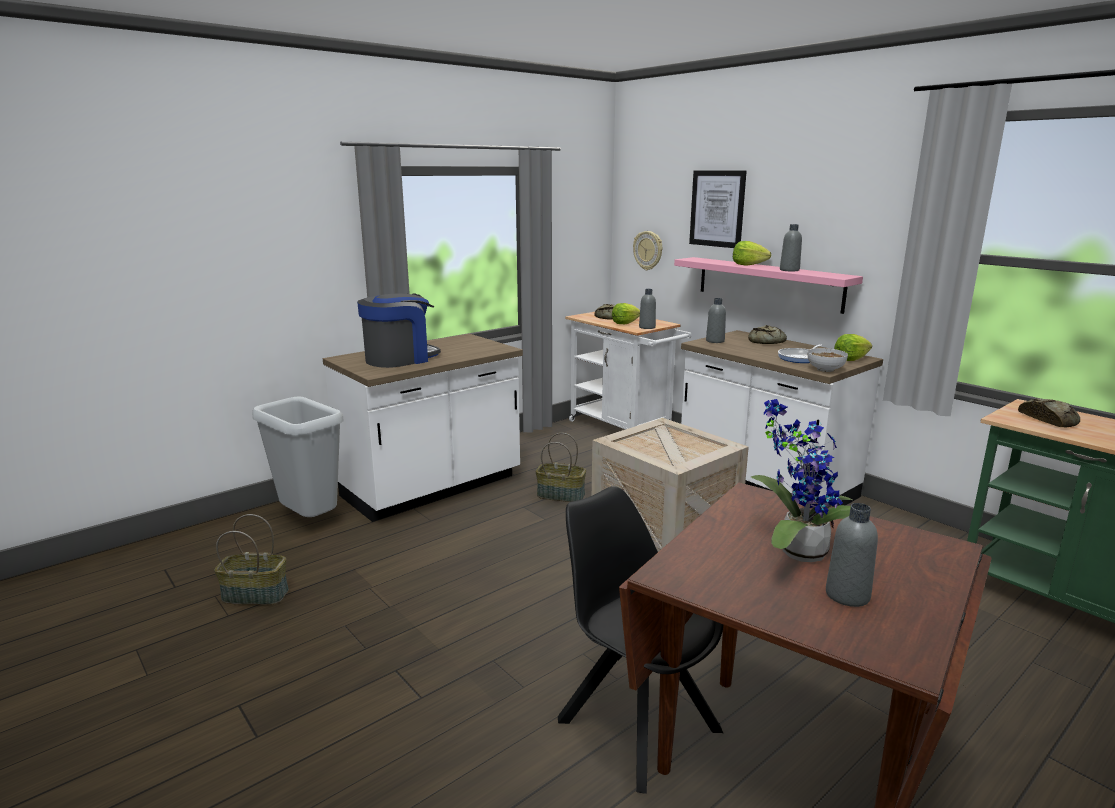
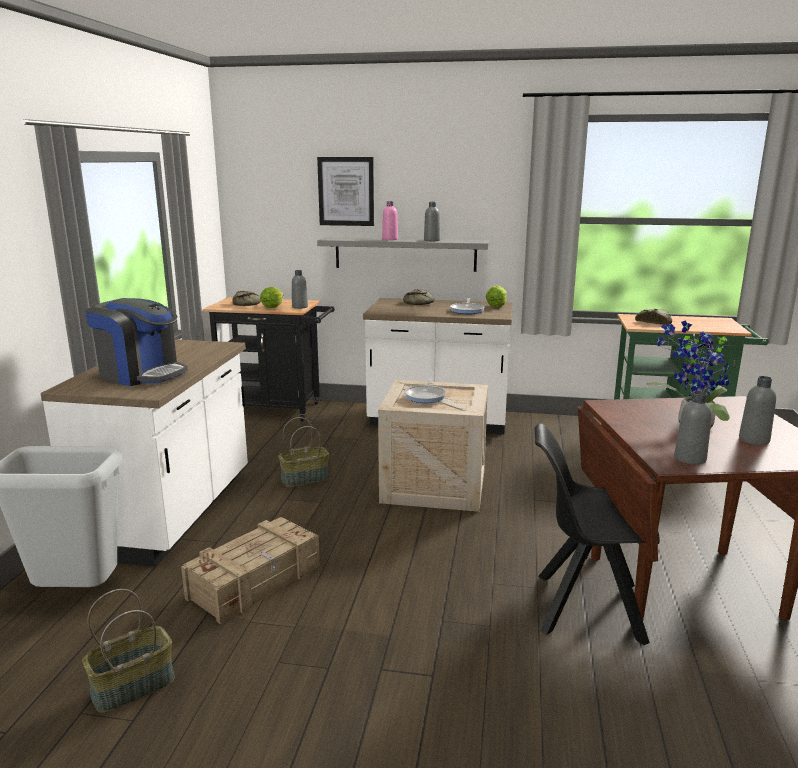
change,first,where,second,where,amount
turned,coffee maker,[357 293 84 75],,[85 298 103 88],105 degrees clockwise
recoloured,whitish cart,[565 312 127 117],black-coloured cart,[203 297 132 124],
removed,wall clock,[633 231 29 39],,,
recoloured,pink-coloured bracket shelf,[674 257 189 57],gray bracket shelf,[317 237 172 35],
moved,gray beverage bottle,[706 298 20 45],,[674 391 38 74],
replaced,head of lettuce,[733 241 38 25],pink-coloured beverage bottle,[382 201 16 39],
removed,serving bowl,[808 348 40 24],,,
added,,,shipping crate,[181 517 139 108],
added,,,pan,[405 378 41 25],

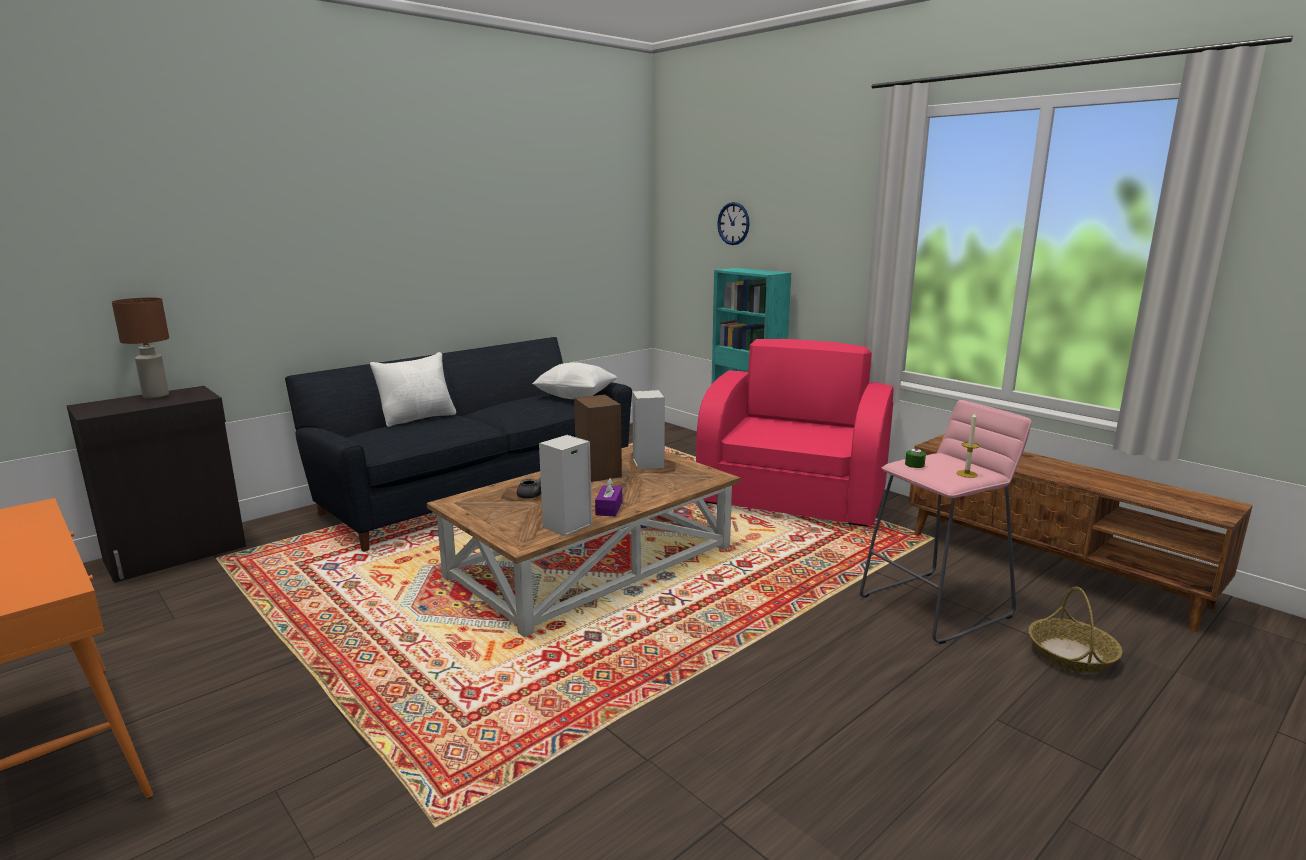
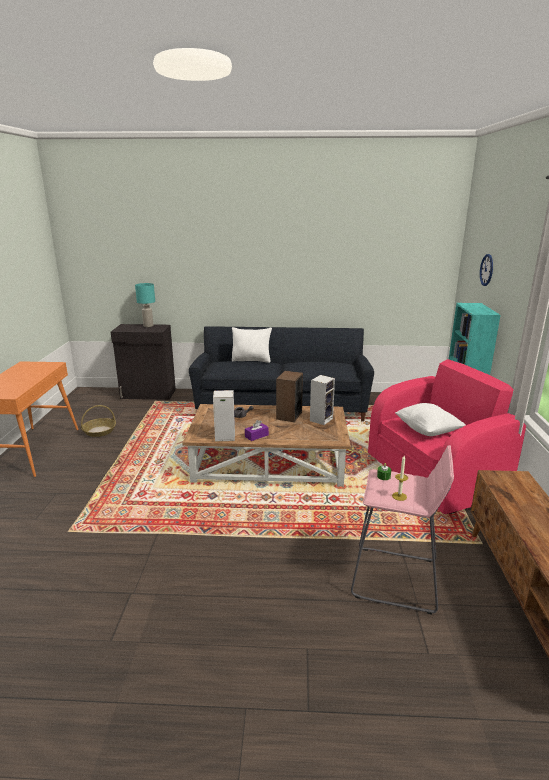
change,first,where,second,where,amount
recoloured,brown table lamp,[112 297 57 101],turquoise-coloured table lamp,[135 283 20 44],
moved,whitish throw pillow,[532 363 86 36],,[395 403 71 33],
moved,basket,[1028 587 94 86],,[81 405 35 32],

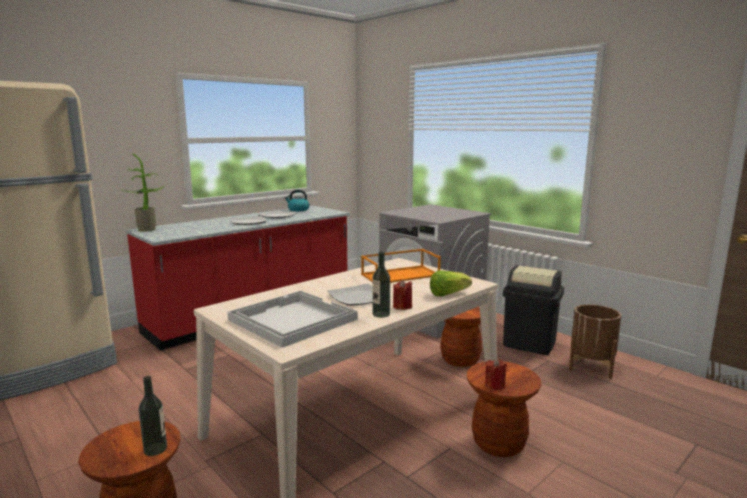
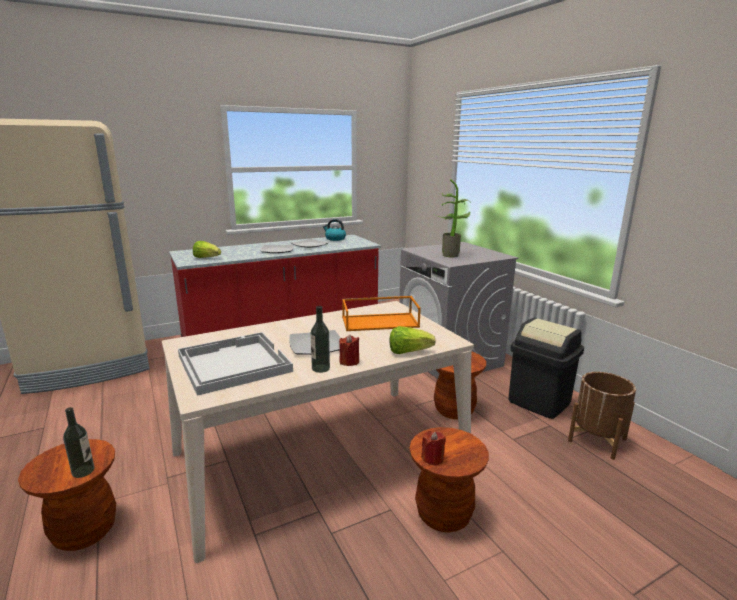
change,first,where,second,where,amount
moved,plant in a pot,[120 153 45 79],,[433 179 37 78],
added,,,head of lettuce,[193 241 28 17],

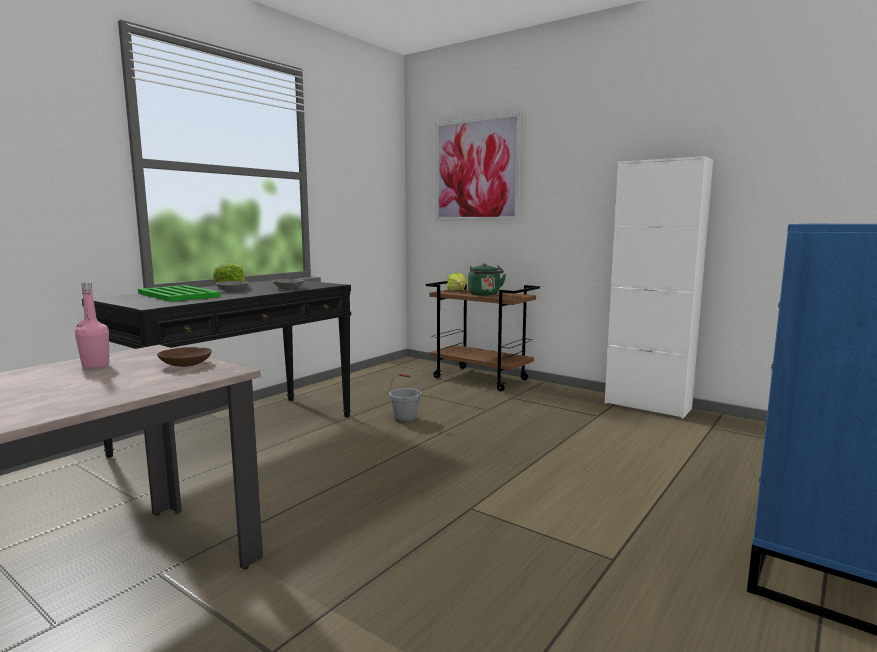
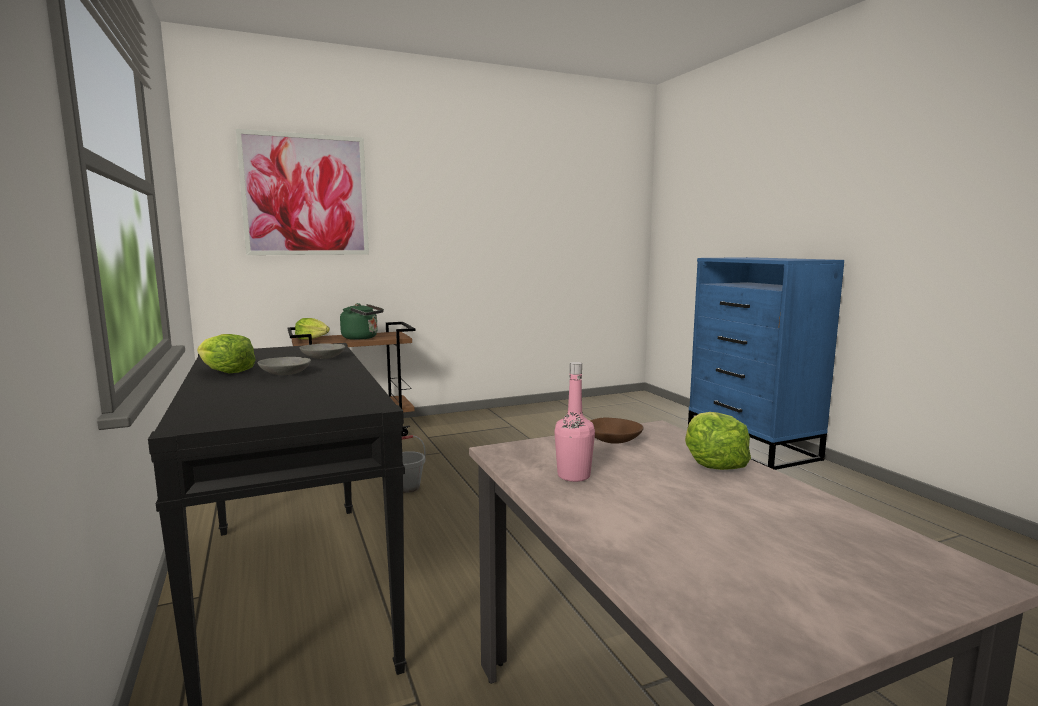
change,first,where,second,where,amount
removed,greenish serving tray,[138 285 83 17],,,
removed,whitish storage cabinet,[605 156 108 263],,,
added,,,head of lettuce,[685 412 66 58],

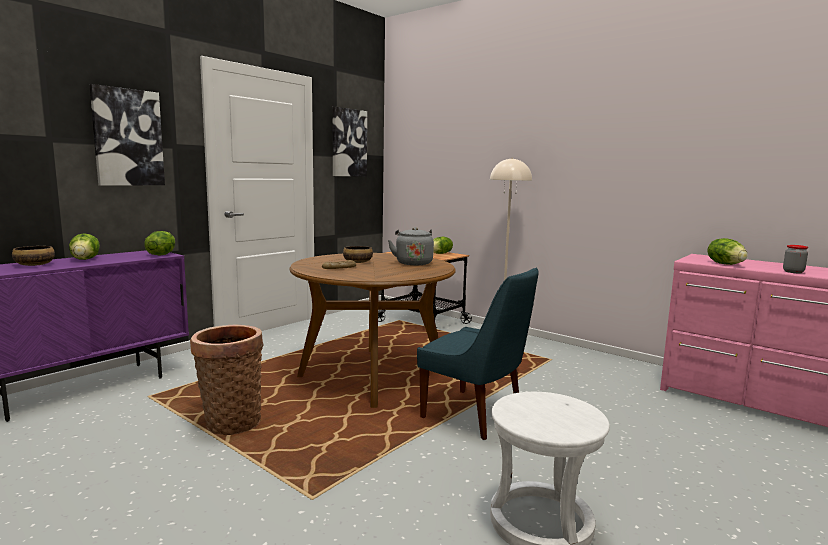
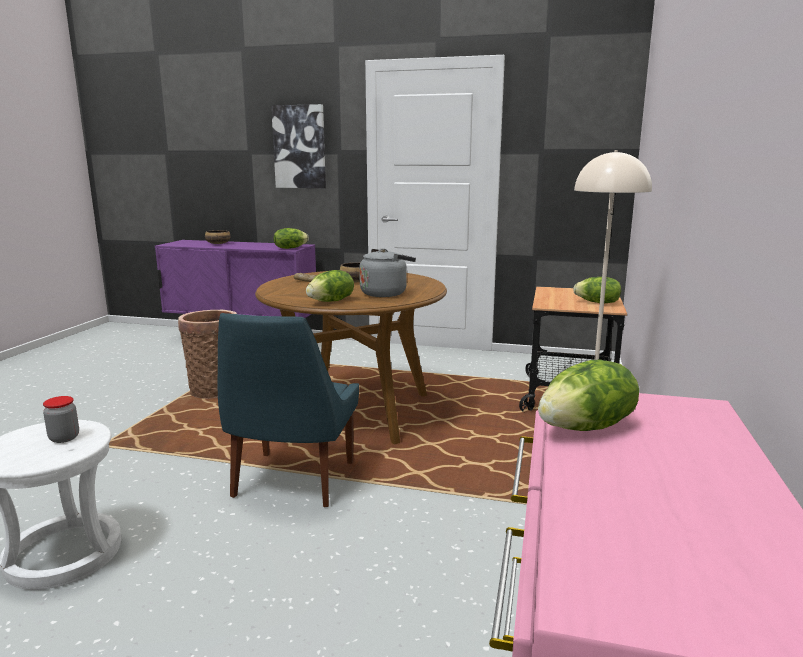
change,first,where,second,where,amount
moved,head of lettuce,[69 233 31 27],,[306 270 48 32],
removed,wall picture,[332 107 35 70],,,
moved,storage jar,[783 245 25 28],,[43 396 36 47],

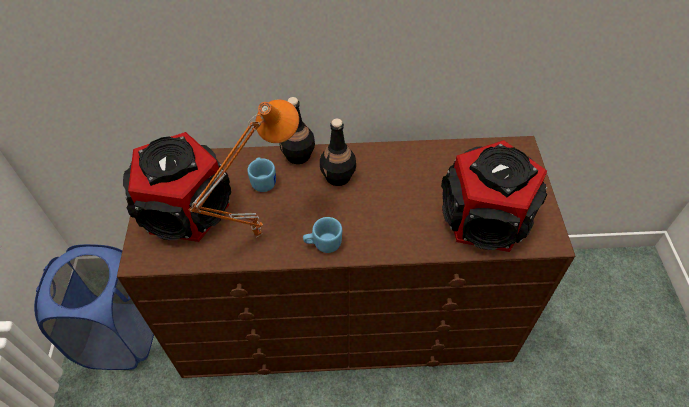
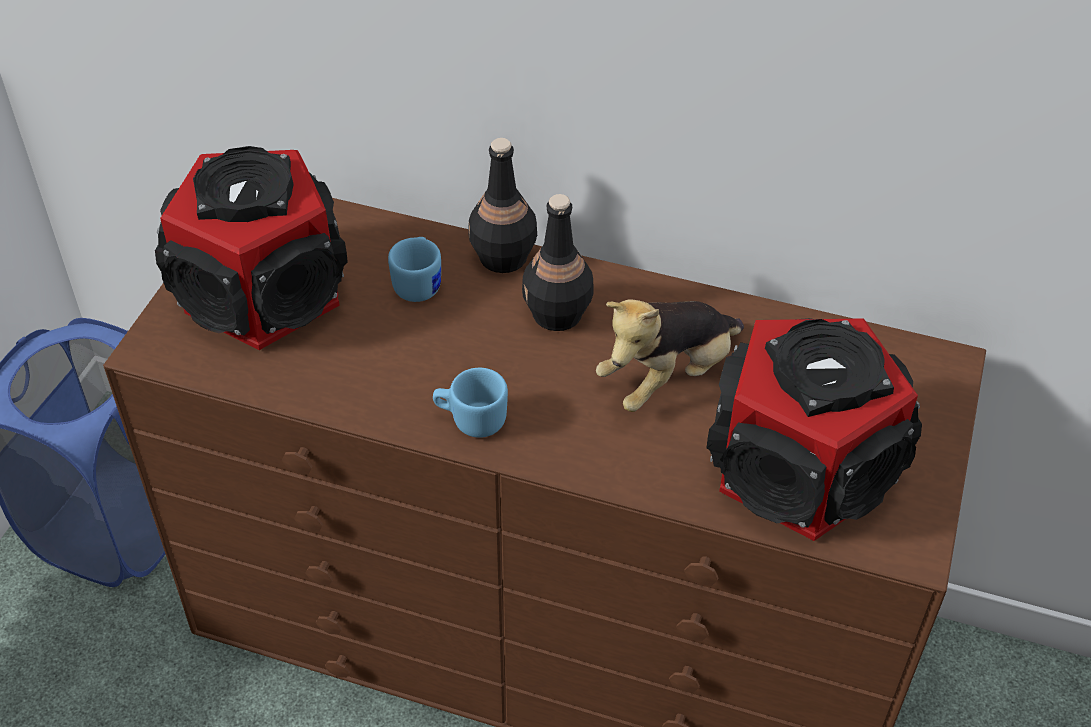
change,first,where,second,where,amount
removed,orange table lamp,[188 100 111 138],,,
added,,,plush toy,[596 299 148 113],

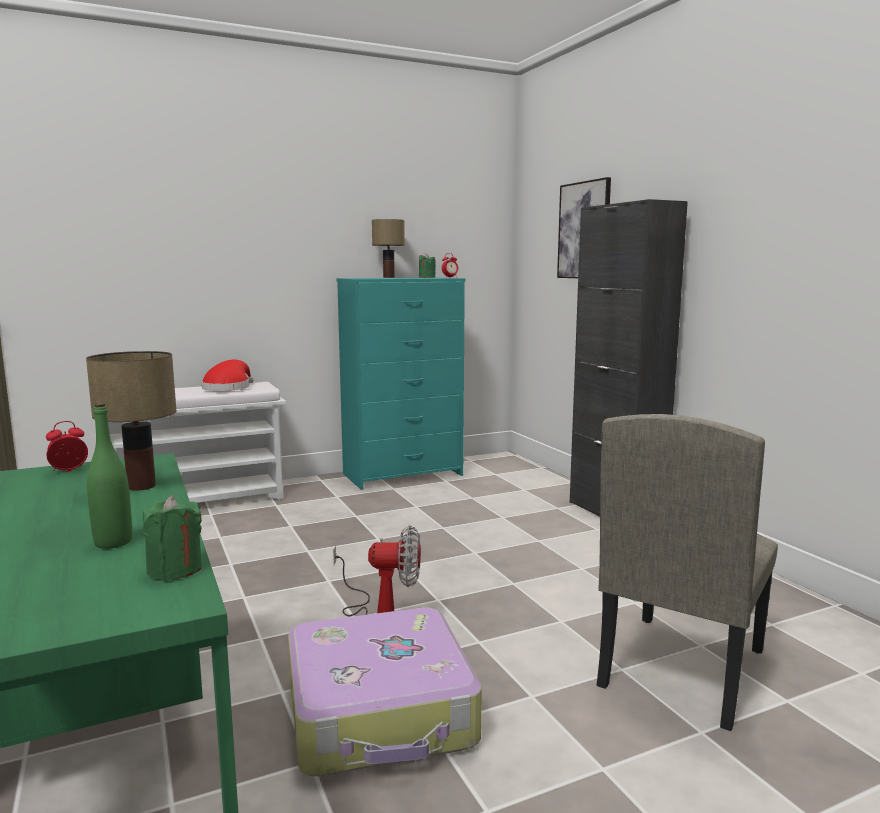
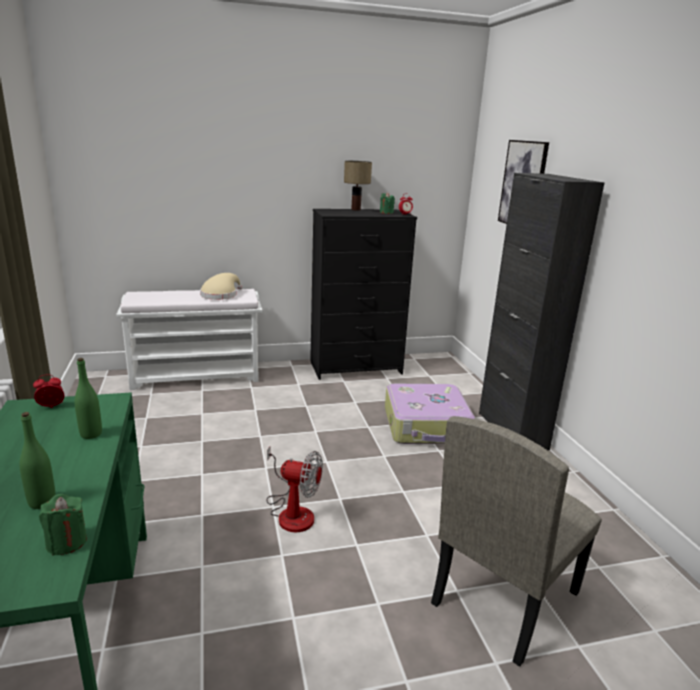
change,first,where,second,where,amount
replaced,table lamp,[86 351 91 140],greenish beverage bottle,[74 358 28 81],
recoloured,red wearable hat,[202 360 52 31],beige wearable hat,[200 273 43 27],
moved,piece of luggage,[288 607 194 169],,[385 384 90 60],
recoloured,turquoise-coloured chest of drawers,[336 277 129 213],black-coloured chest of drawers,[310 209 107 171],

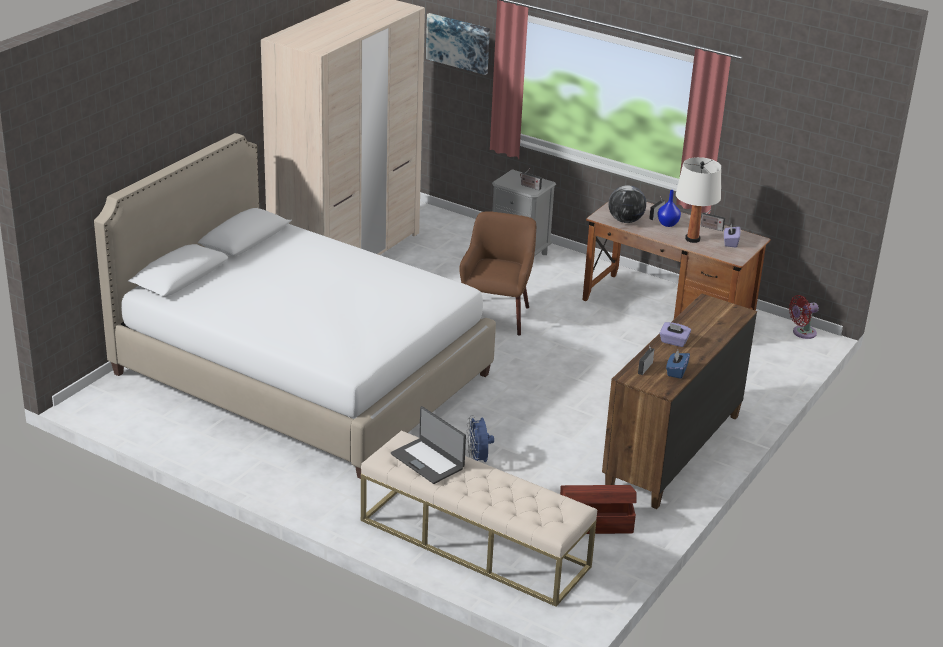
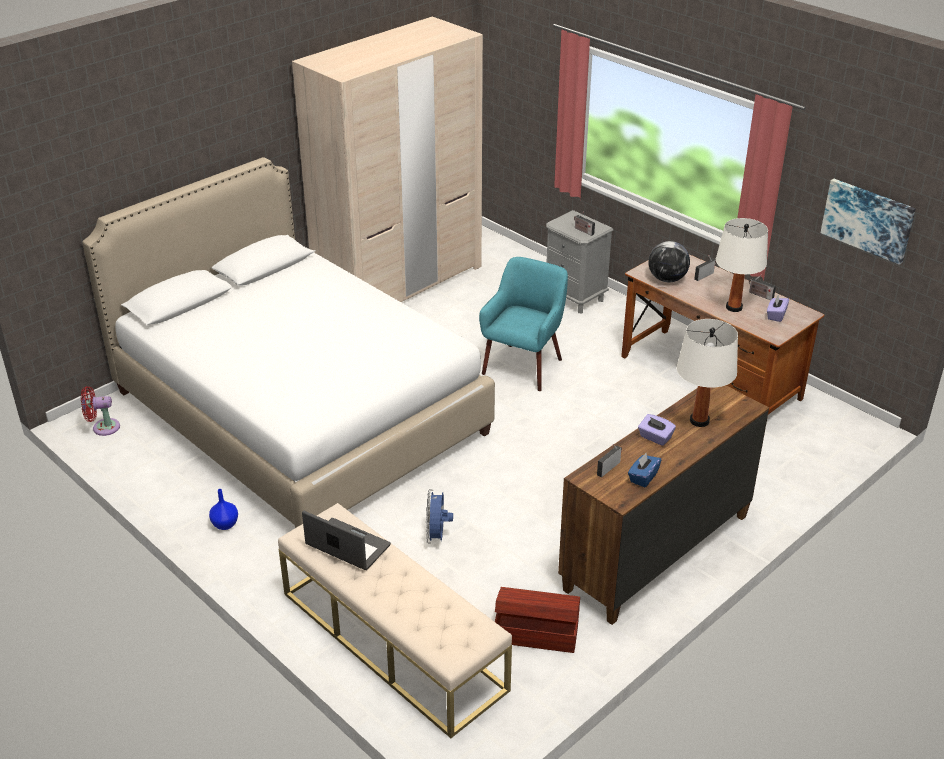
change,first,where,second,where,amount
turned,notebook computer,[391 406 75 78],,[302 510 89 60],150 degrees clockwise
moved,wall picture,[426 13 64 62],,[821 179 95 86],
recoloured,brown easy chair,[459 211 77 124],turquoise-coloured easy chair,[479 257 89 134],
moved,blue vase,[657 190 24 37],,[209 489 29 41],
moved,red electric fan,[789 295 30 44],,[81 386 39 50],
added,,,whitish table lamp,[677 319 61 108],

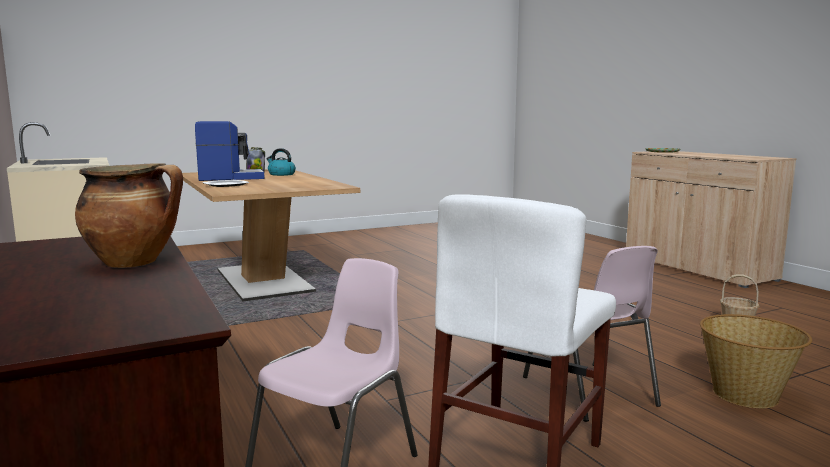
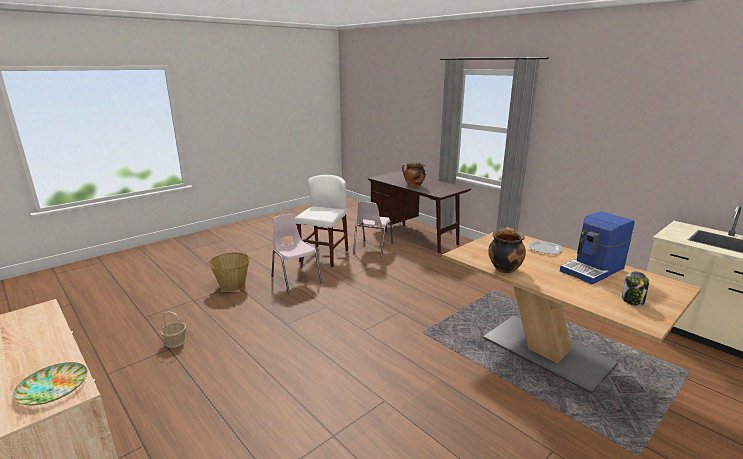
change,first,where,second,where,amount
removed,water kettle,[266 148 30 28],,,
added,,,saucepot,[488 227 38 47],

